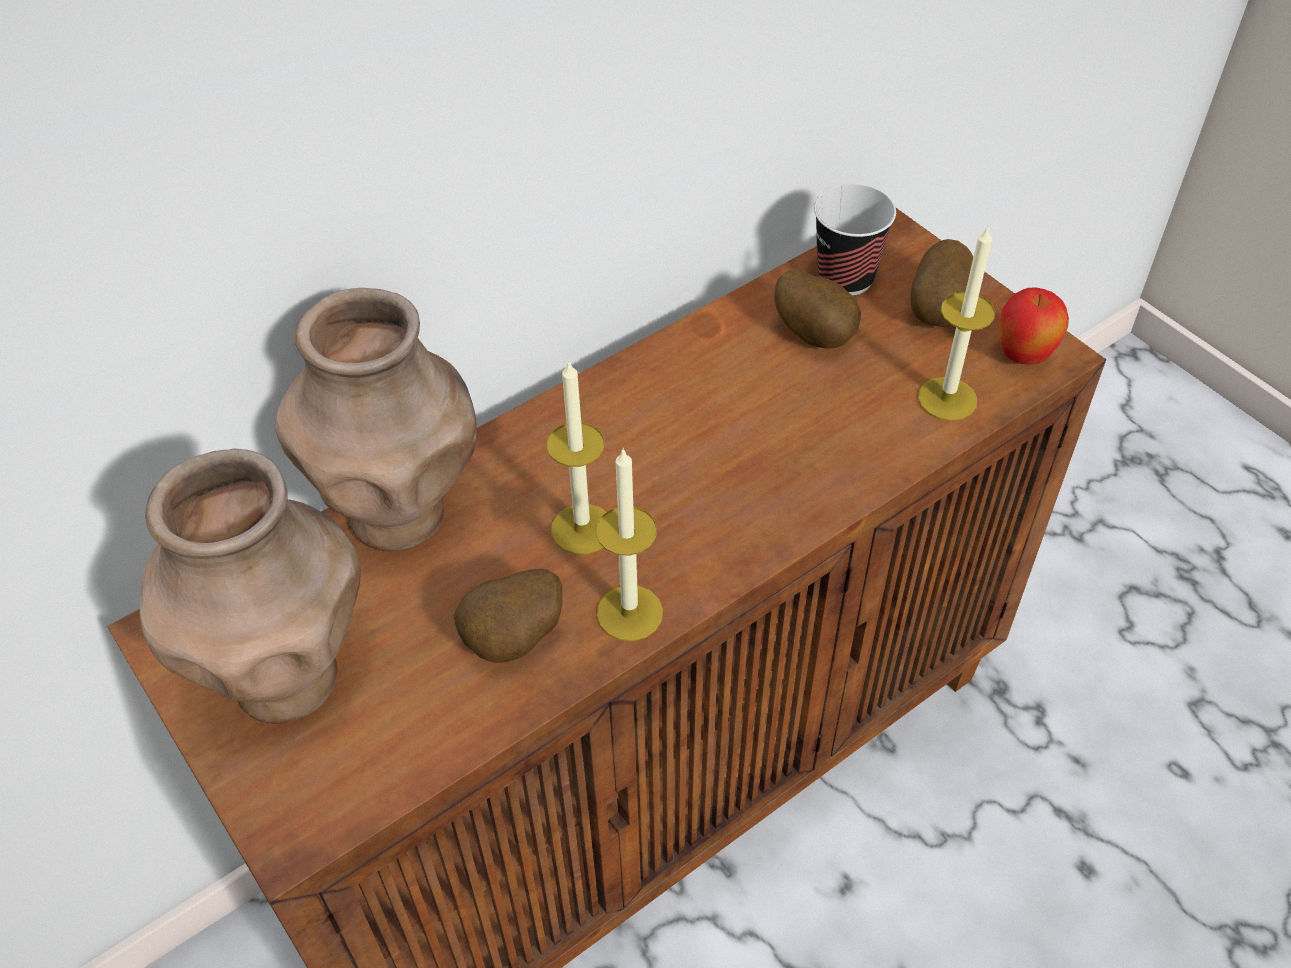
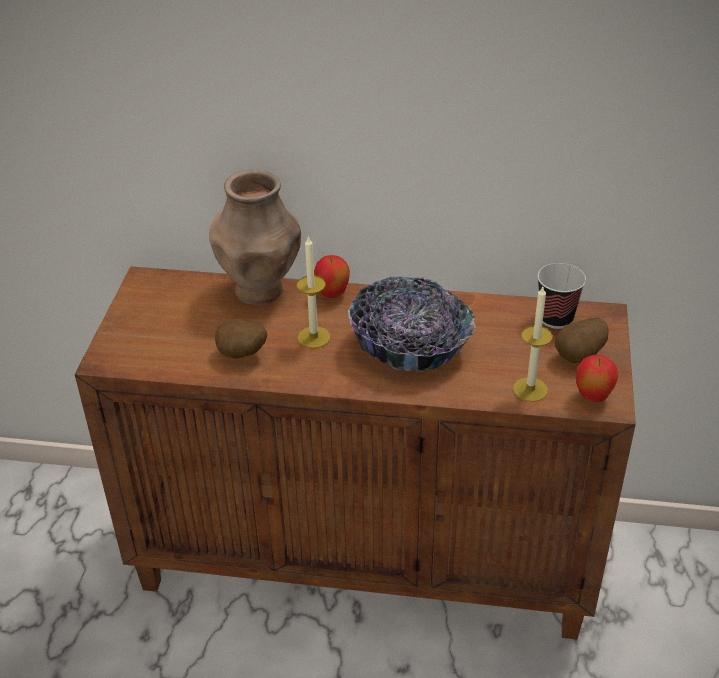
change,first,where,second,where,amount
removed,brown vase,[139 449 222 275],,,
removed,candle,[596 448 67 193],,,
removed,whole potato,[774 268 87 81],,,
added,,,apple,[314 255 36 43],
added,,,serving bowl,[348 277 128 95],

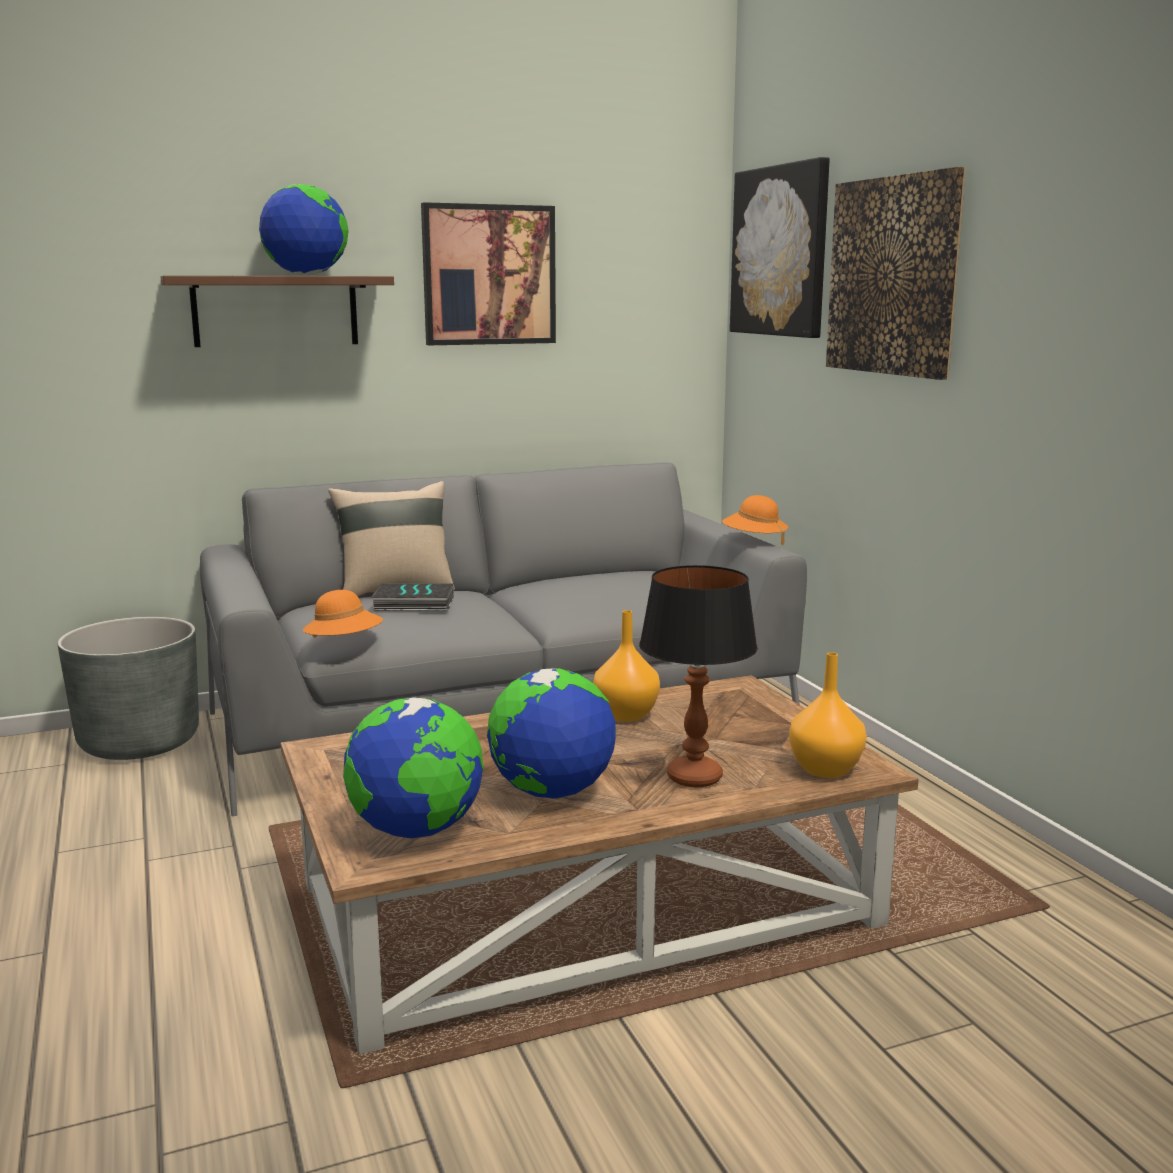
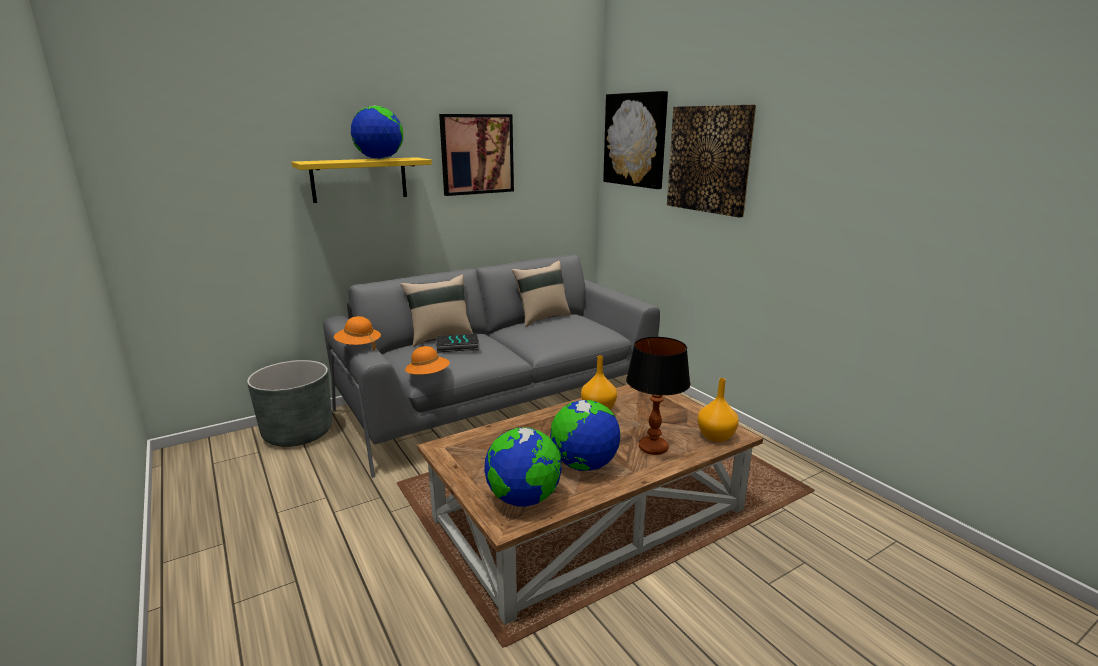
change,first,where,second,where,amount
recoloured,brown bracket shelf,[161 275 233 72],yellow-coloured bracket shelf,[291 157 141 46],
moved,orange wearable hat,[722 495 66 50],,[334 316 47 35],
added,,,beige throw pillow,[512 260 59 67],

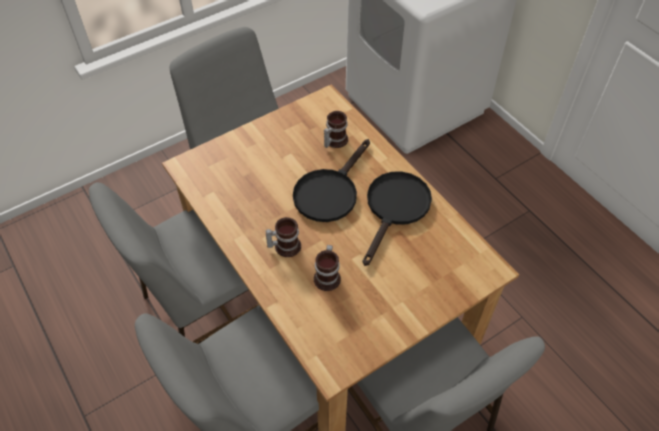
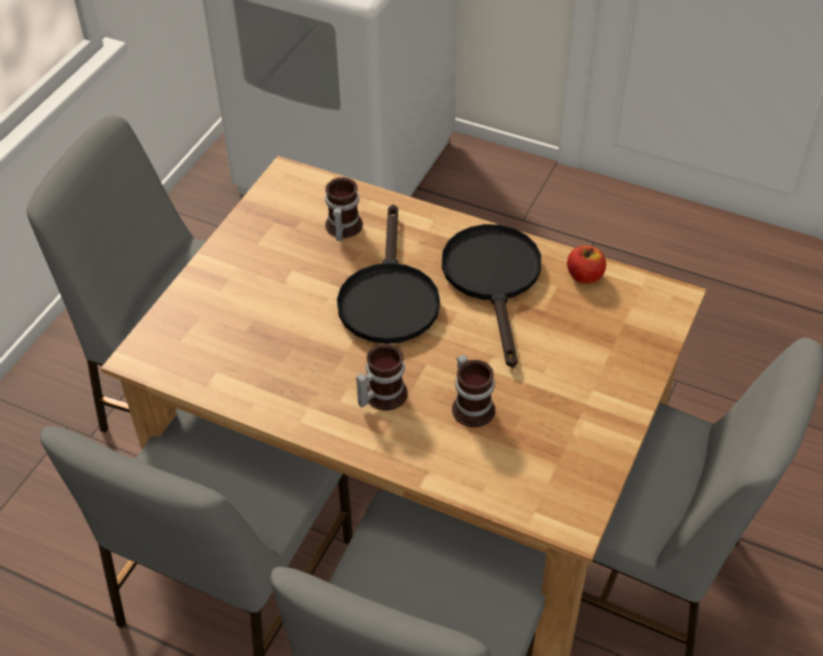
change,first,where,second,where,amount
added,,,apple,[567 245 39 39],

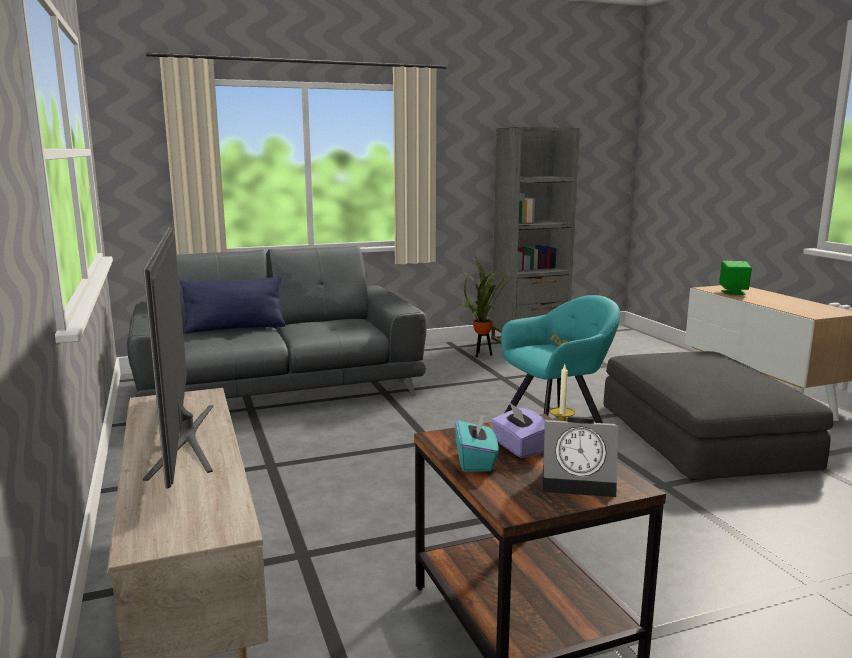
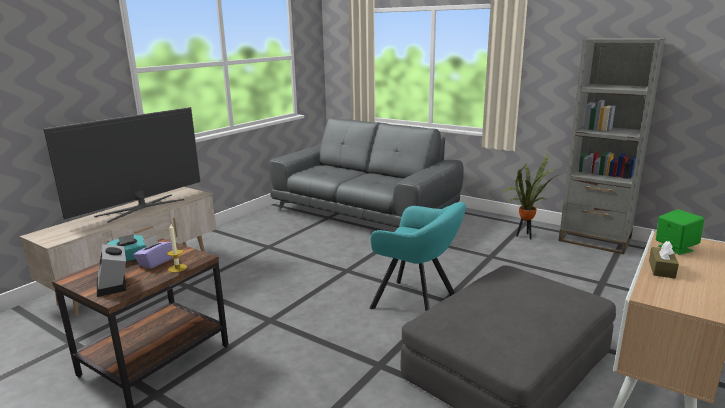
change,first,where,second,where,amount
removed,blue throw pillow,[180 276 105 57],,,
added,,,brown tissue box,[649 241 30 37],

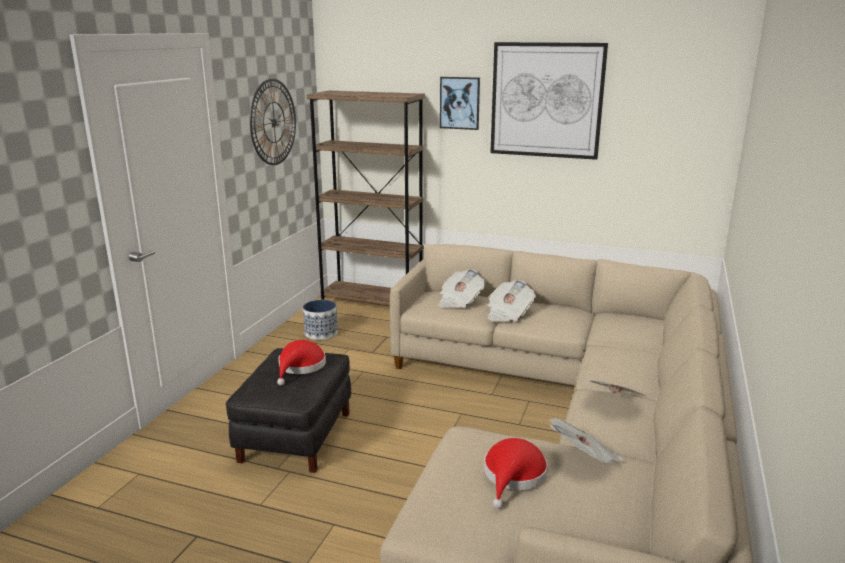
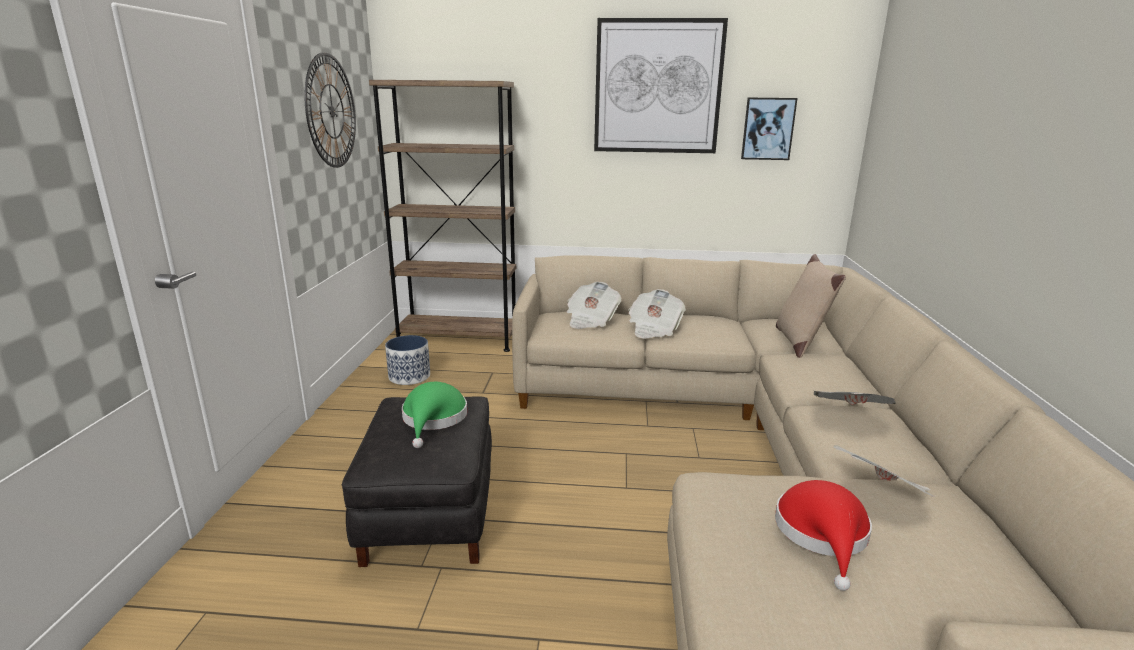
change,first,where,second,where,amount
recoloured,red wearable hat,[277 340 49 45],greenish wearable hat,[402 382 65 66],
moved,wall picture,[440 77 40 53],,[741 98 56 62],
added,,,beige throw pillow,[776 254 70 104],

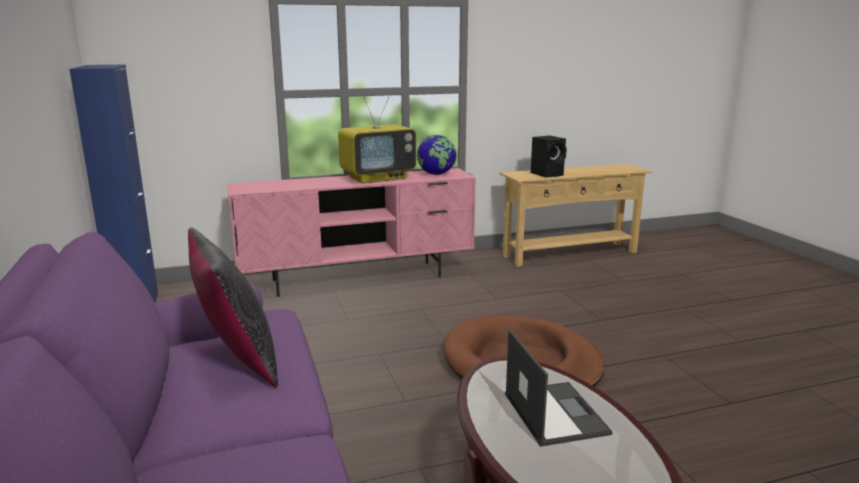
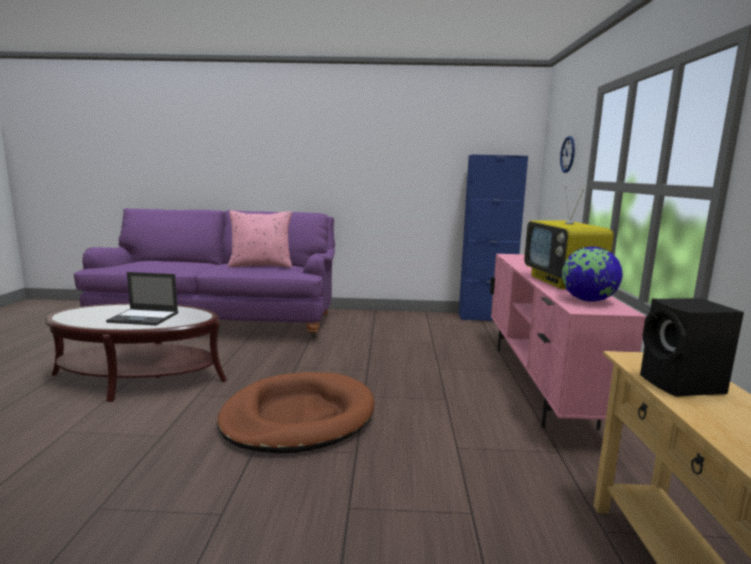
change,first,where,second,where,amount
recoloured,black-coloured throw pillow,[188 228 90 159],pink-coloured throw pillow,[228 211 64 57],
added,,,wall clock,[560 136 15 37],

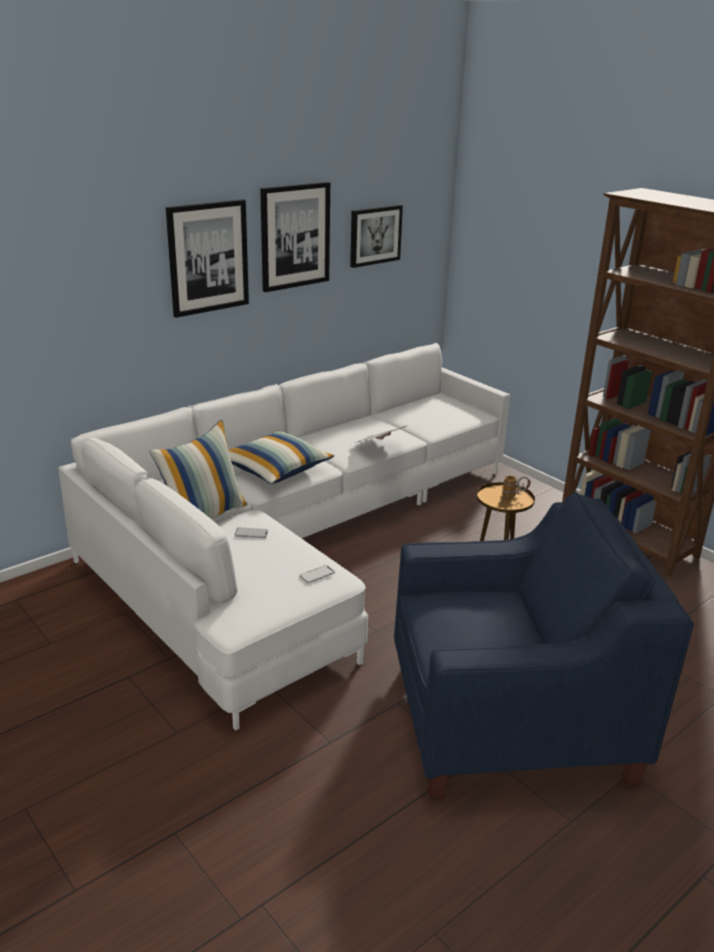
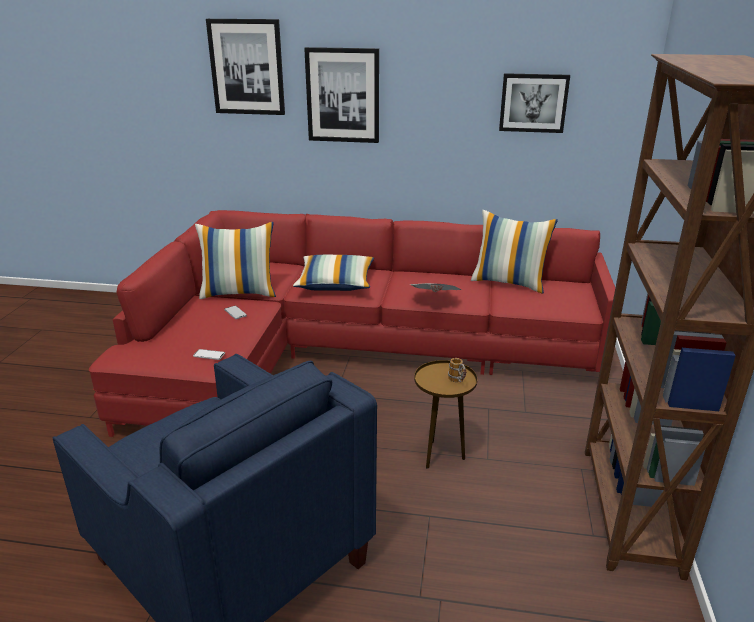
change,first,where,second,where,amount
recoloured,whitish settee,[58 343 452 388],red settee,[89 210 526 227],
moved,wall picture,[260 182 70 110],,[206 19 79 96],
added,,,throw pillow,[471 210 87 83],

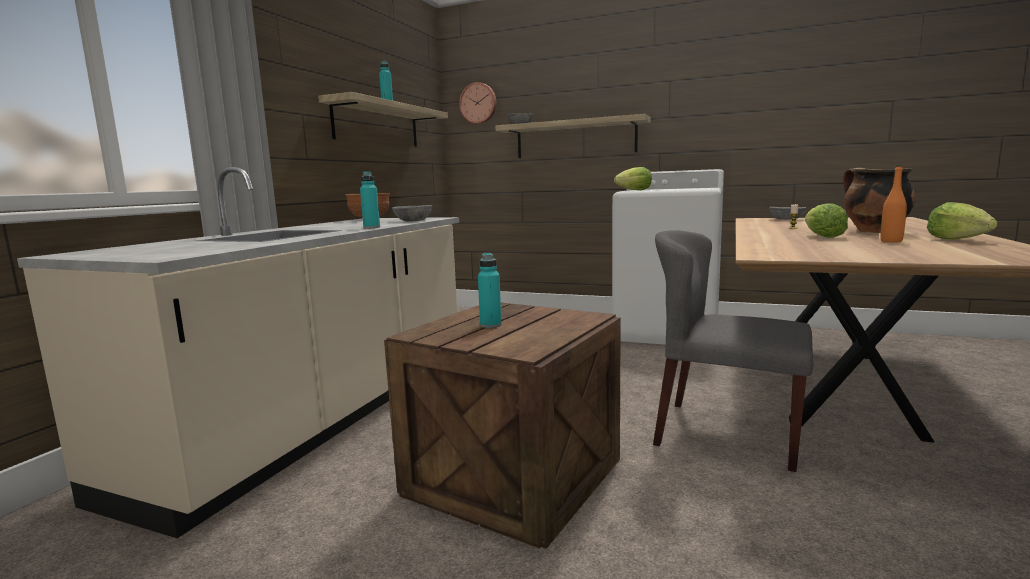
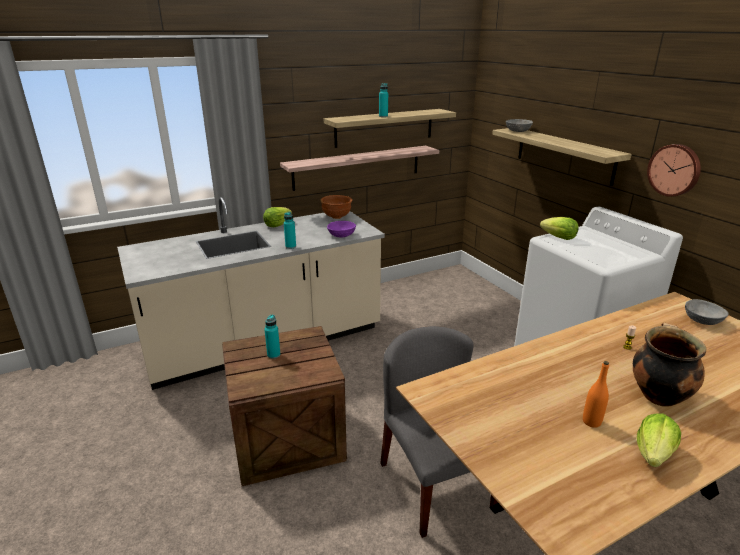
change,first,where,second,where,amount
recoloured,gray serving bowl,[392 205 40 17],purplish serving bowl,[327 221 29 17],
moved,wall clock,[459 82 37 42],,[647 144 54 53],
moved,head of lettuce,[805 203 43 35],,[263 207 29 20],
added,,,bracket shelf,[280 146 159 45],

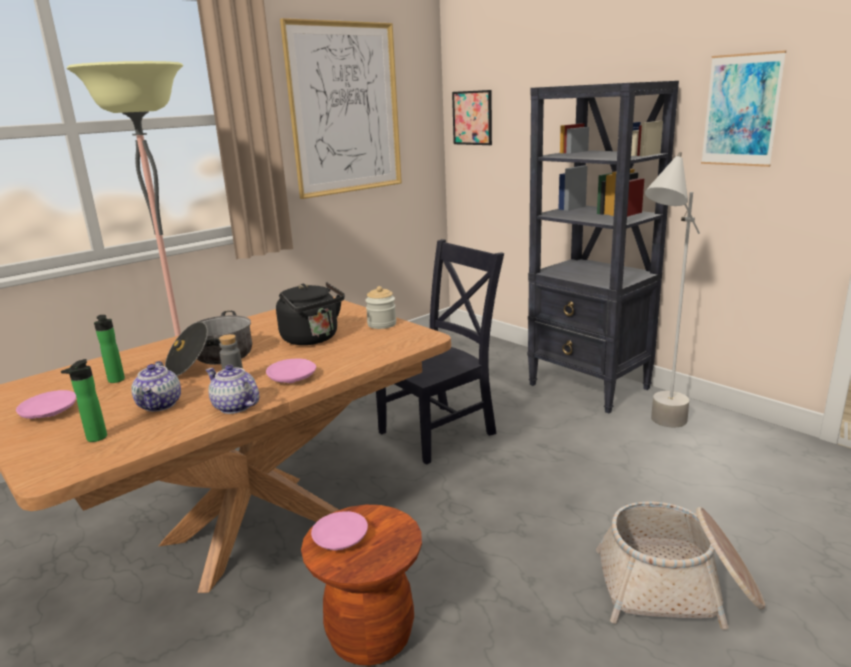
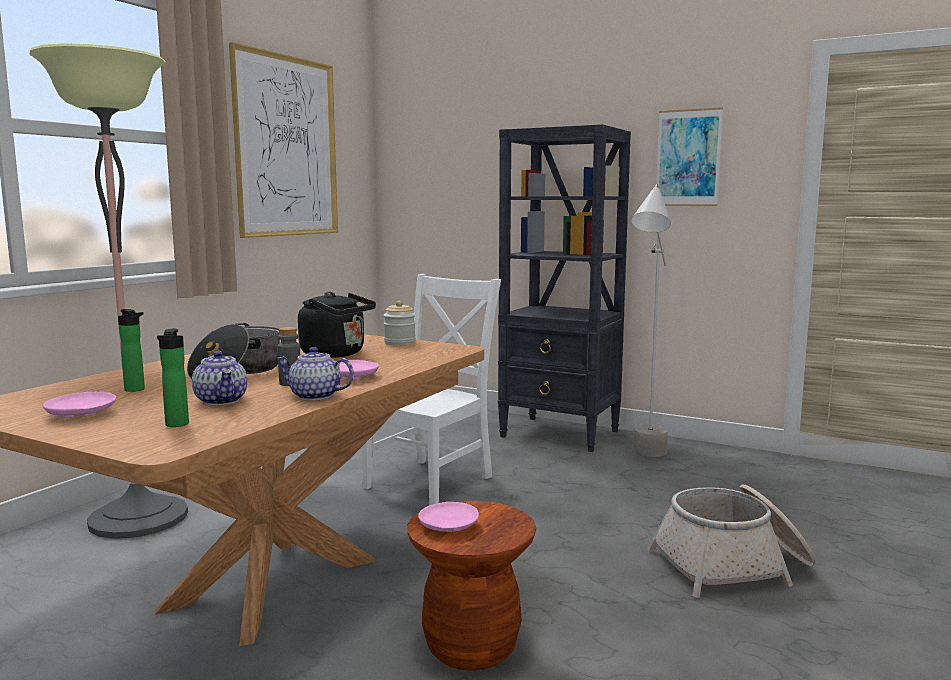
change,first,where,second,where,amount
recoloured,black-coloured plain chair,[376 239 128 226],whitish plain chair,[362 274 139 231],
removed,wall picture,[452 90 40 55],,,

